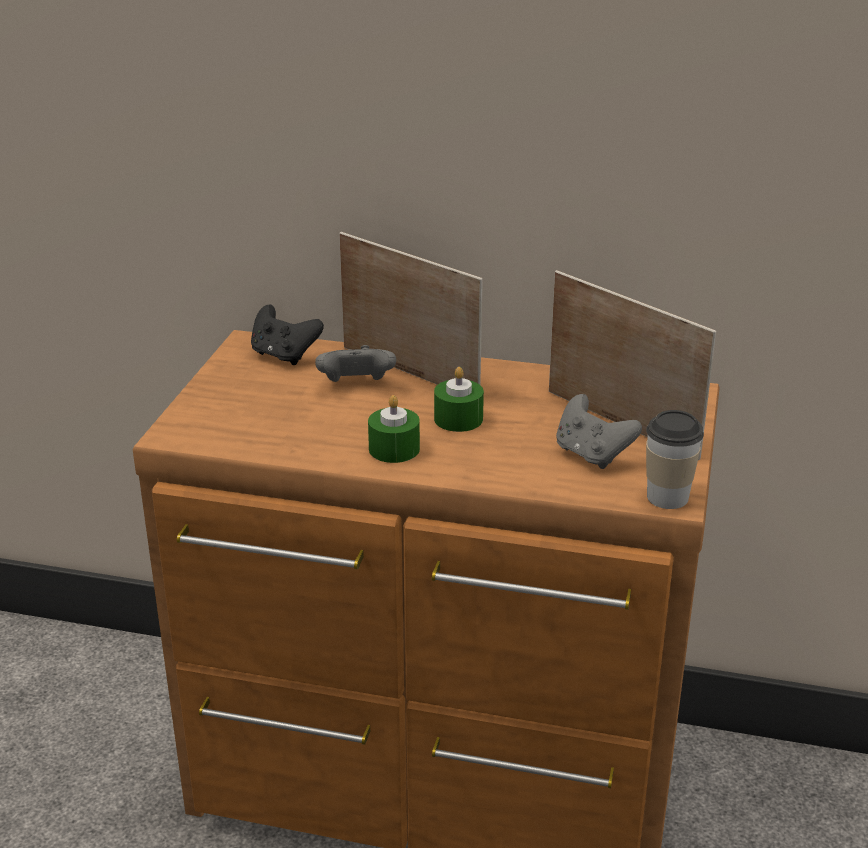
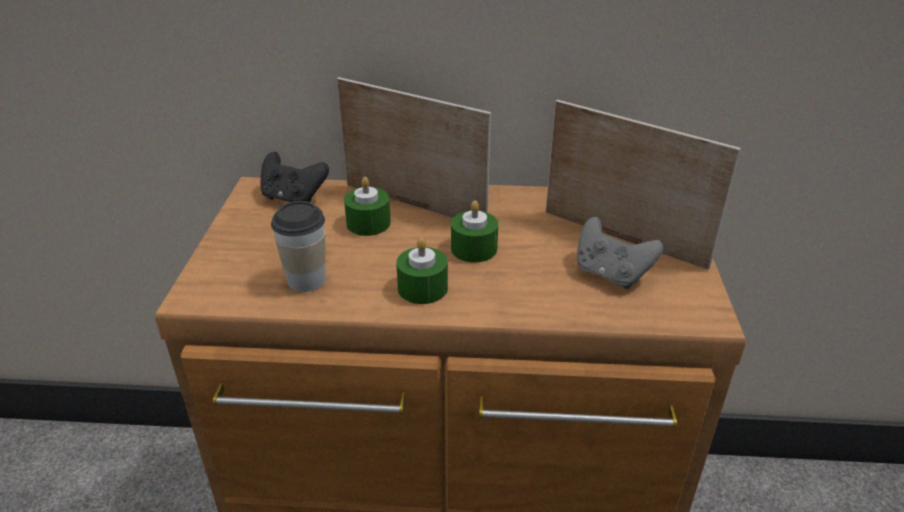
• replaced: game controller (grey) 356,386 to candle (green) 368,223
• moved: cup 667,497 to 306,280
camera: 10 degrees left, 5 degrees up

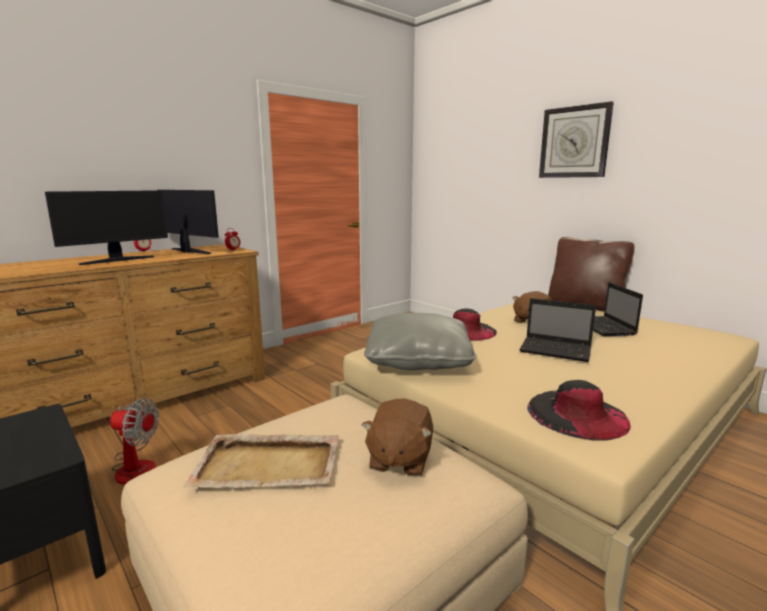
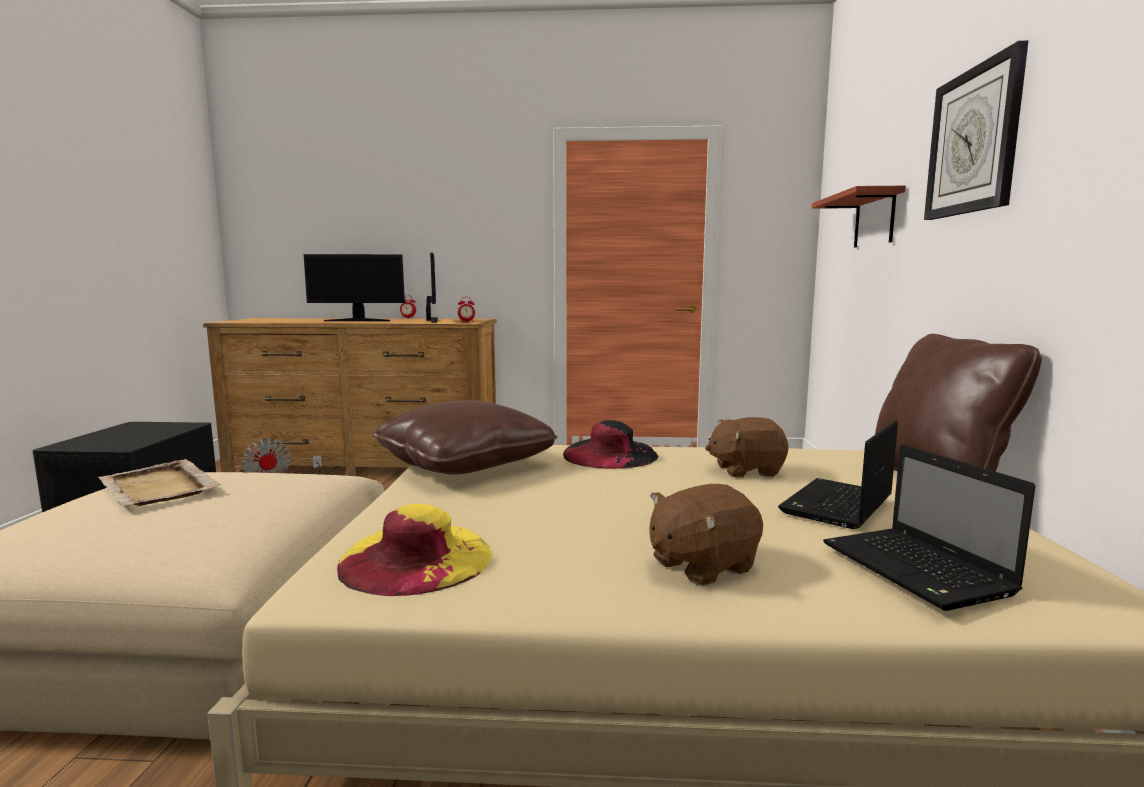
• moved: laptop 557,350 to 918,570
• recoloured: pillow (grey) 418,360 to pillow (brown) 465,464
• recoloured: hat (black) 577,414 to hat (yellow) 416,558
• moved: plush toy (brown) 399,459 to 701,565
• added: shelf 874,220
camera: 45 degrees right, 5 degrees down

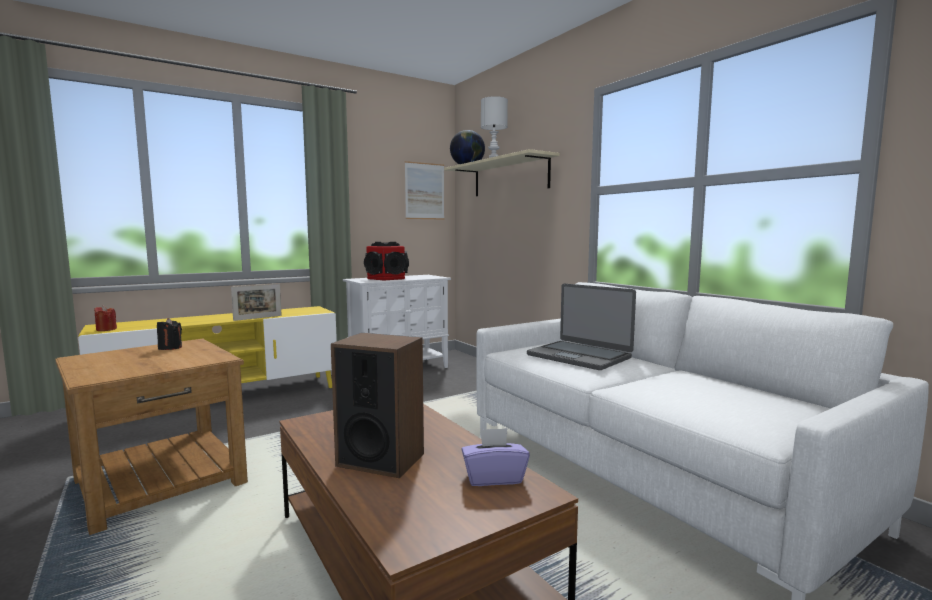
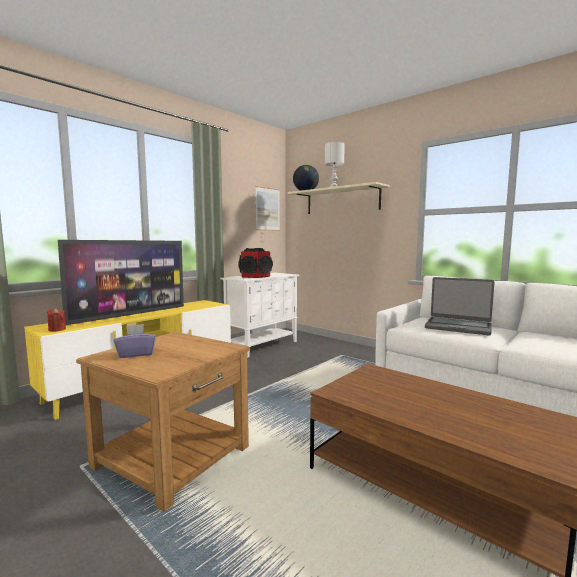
• removed: picture frame 258,318
• removed: candle (black) 170,348
• removed: speaker 380,459
• moved: tissue box (purple) 494,477 to 136,354
• added: television 130,314
camera: 15 degrees left, 0 degrees up

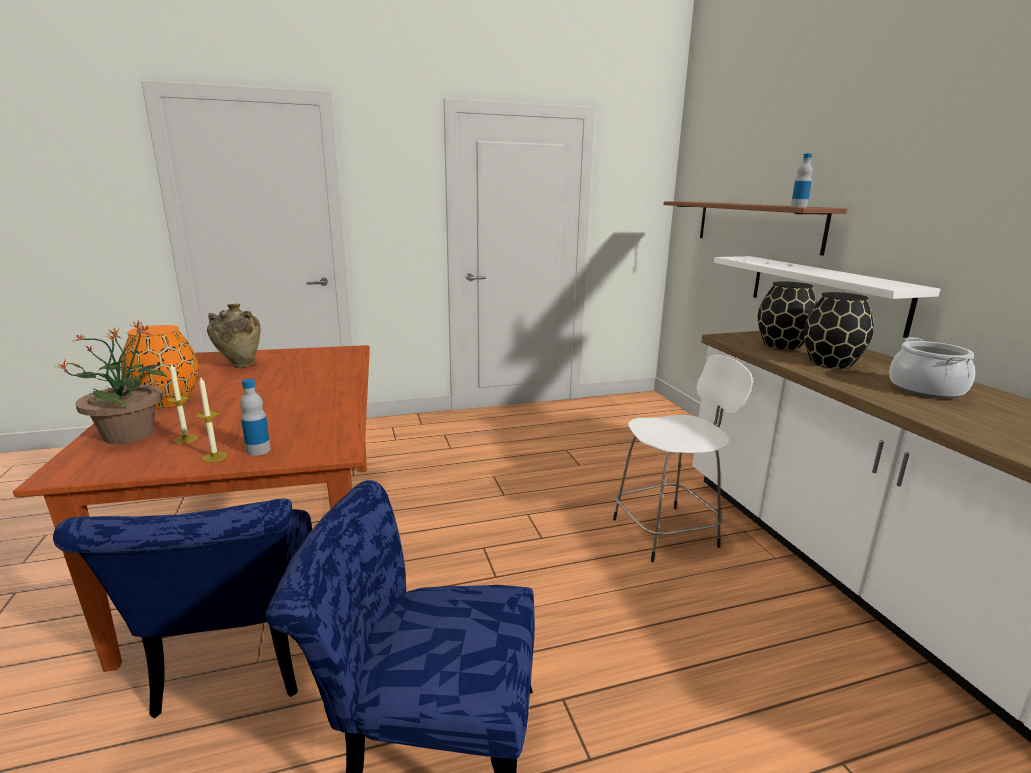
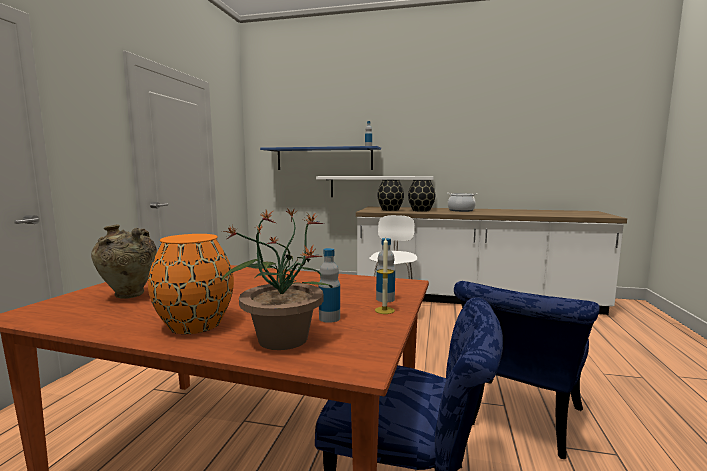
• recoloured: shelf (brown) 756,225 to shelf (blue) 324,159
• replaced: candle 186,439 to bottle 329,318
camera: 60 degrees left, 10 degrees down

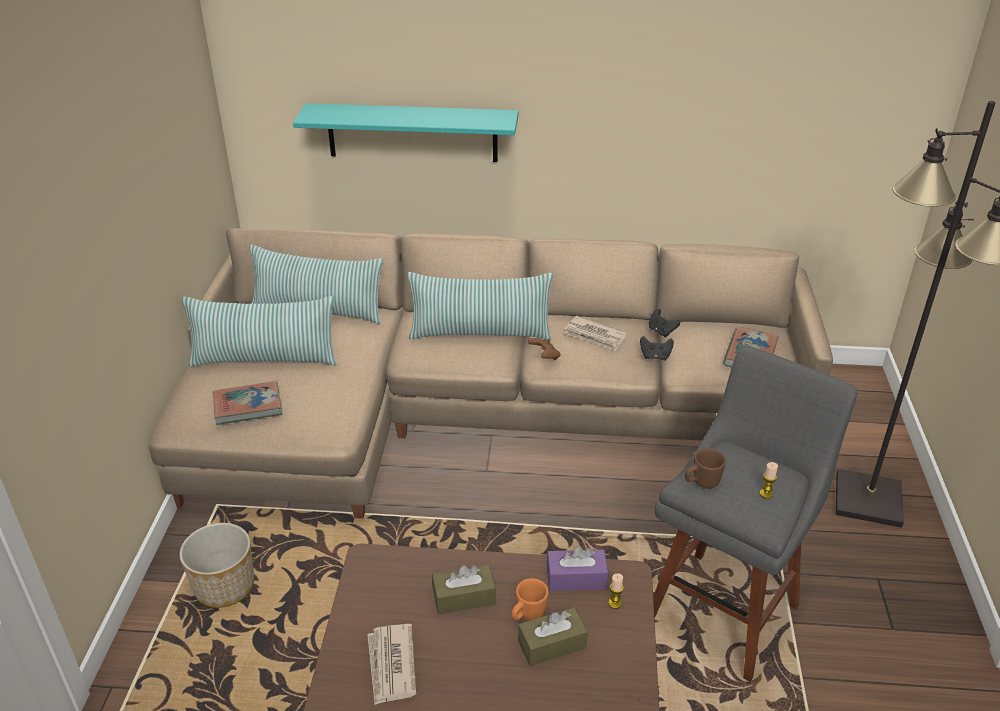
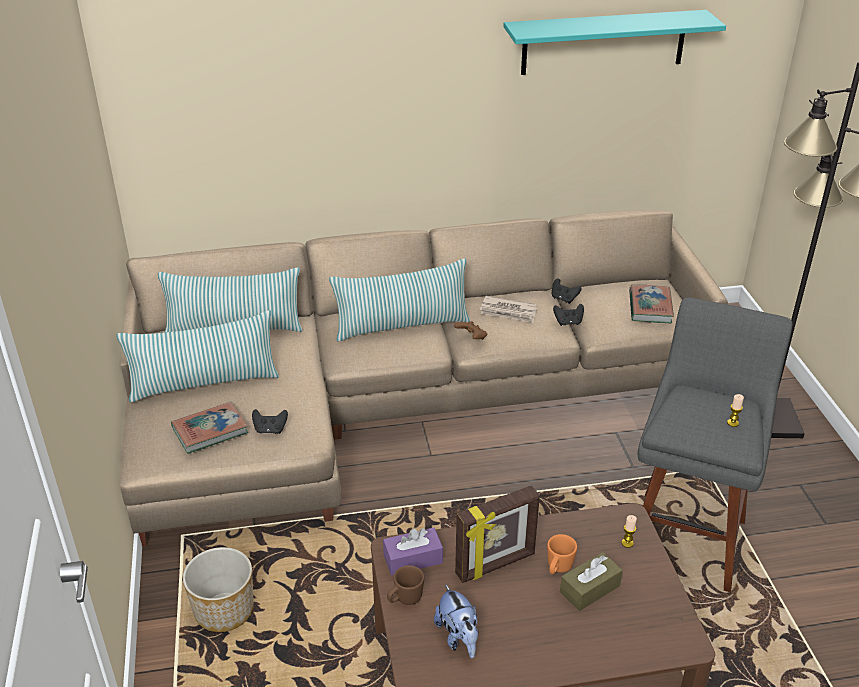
• moved: shelf (turquoise) 412,132 to 603,42
• moved: mug (brown) 701,483 to 404,599
• moved: tissue box (purple) 576,578 to 413,559
• replaced: tissue box (brown) 464,597 to picture frame 496,565
• replaced: newspaper 391,666 to plush toy 458,637
• added: game controller (black) 270,430
camera: 15 degrees left, 0 degrees up

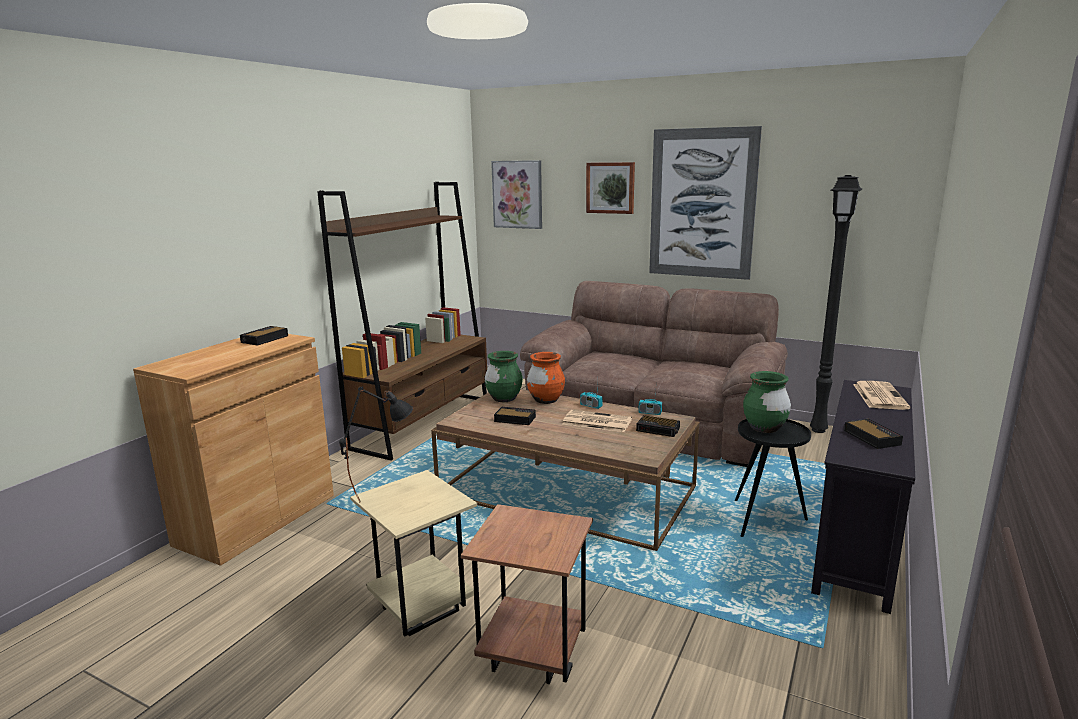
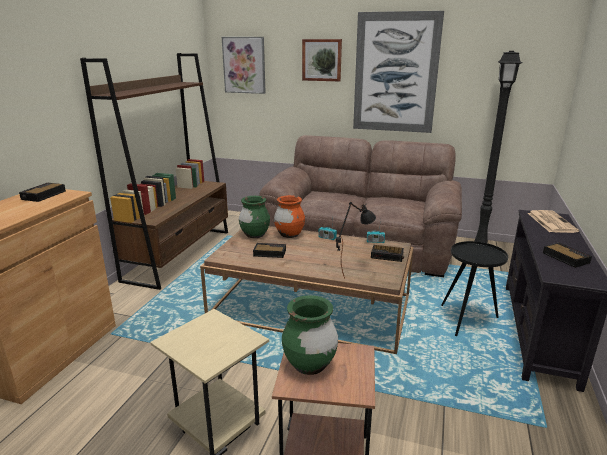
• moved: vase (green) 764,429 to 309,365
• moved: table lamp (black) 383,492 to 352,271
• removed: newspaper 596,422
camera: 10 degrees left, 5 degrees up

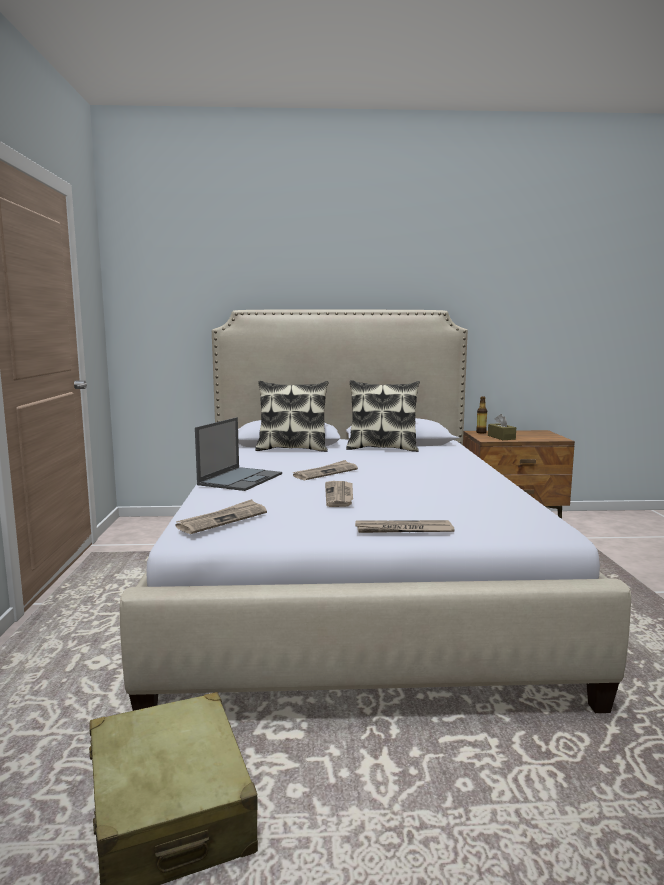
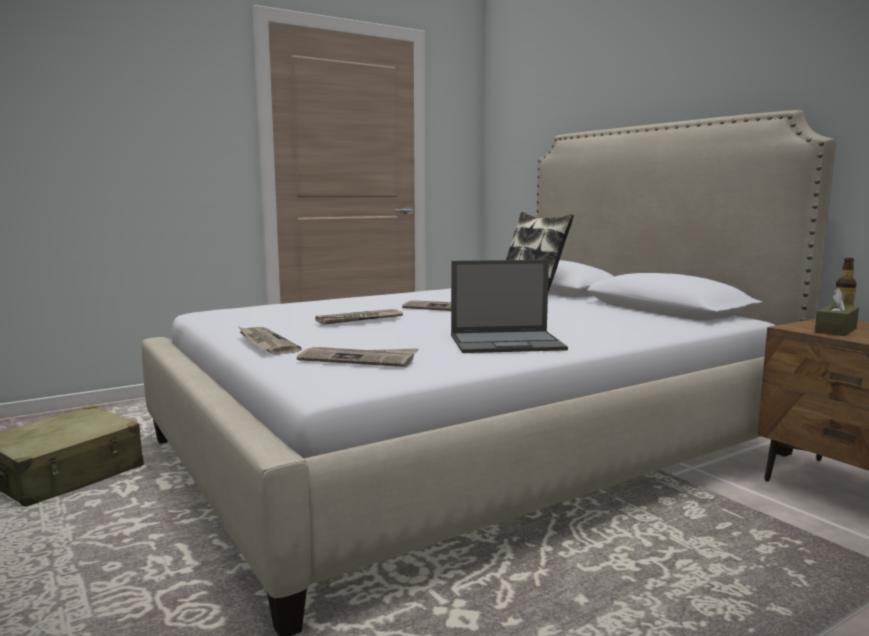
• removed: pillow 382,448
• moved: laptop 241,479 to 508,342
• moved: newspaper 222,520 to 359,359
camera: 60 degrees right, 0 degrees up

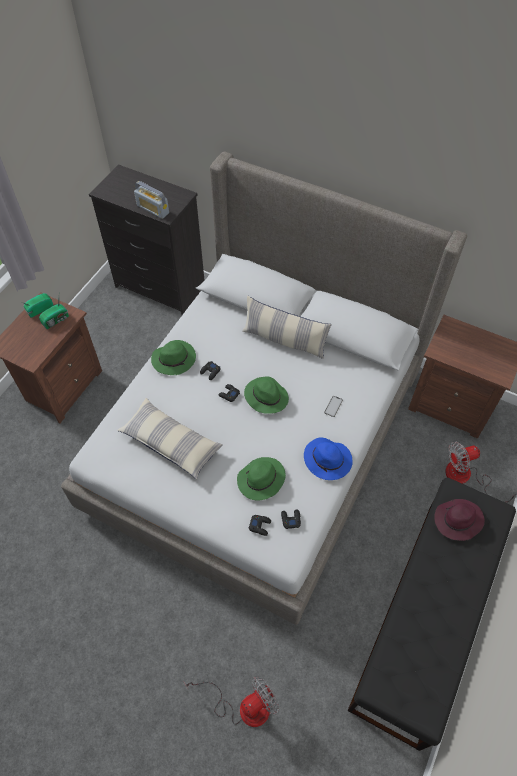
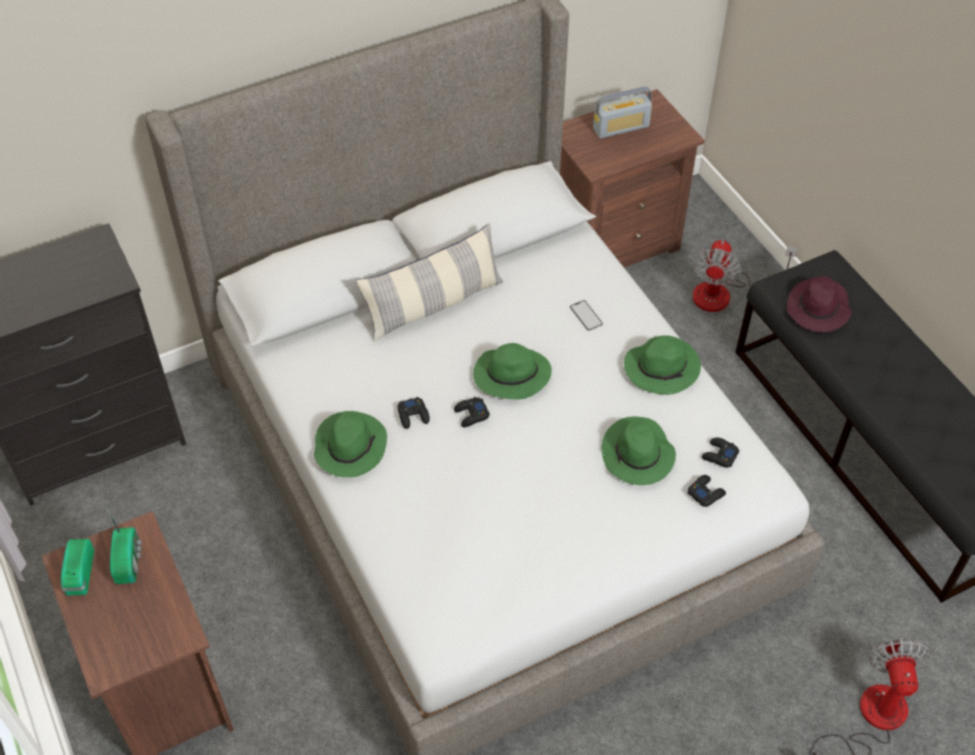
• moved: radio 153,209 to 621,127
• removed: pillow 171,443
• recoloured: hat (blue) 328,460 to hat (green) 662,368
camera: 55 degrees left, 5 degrees down

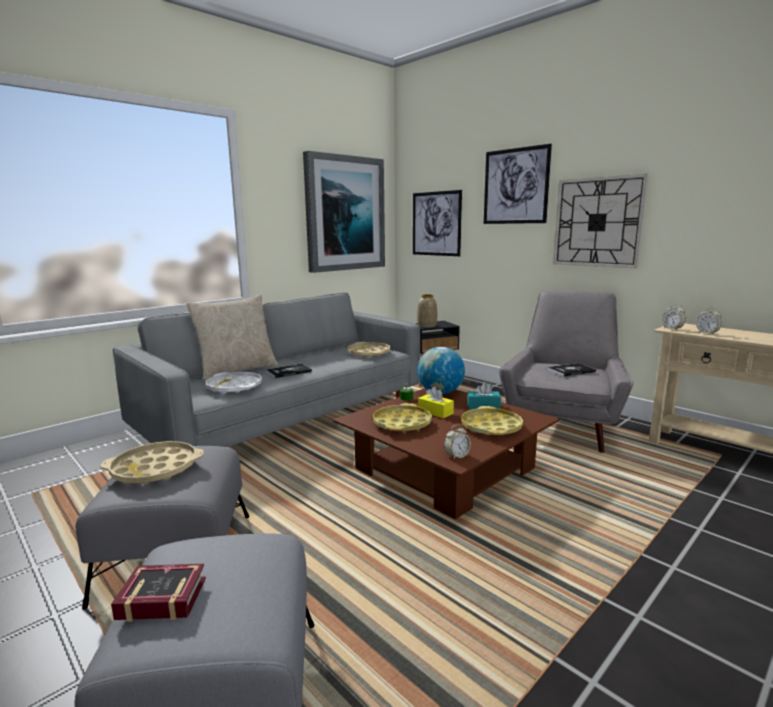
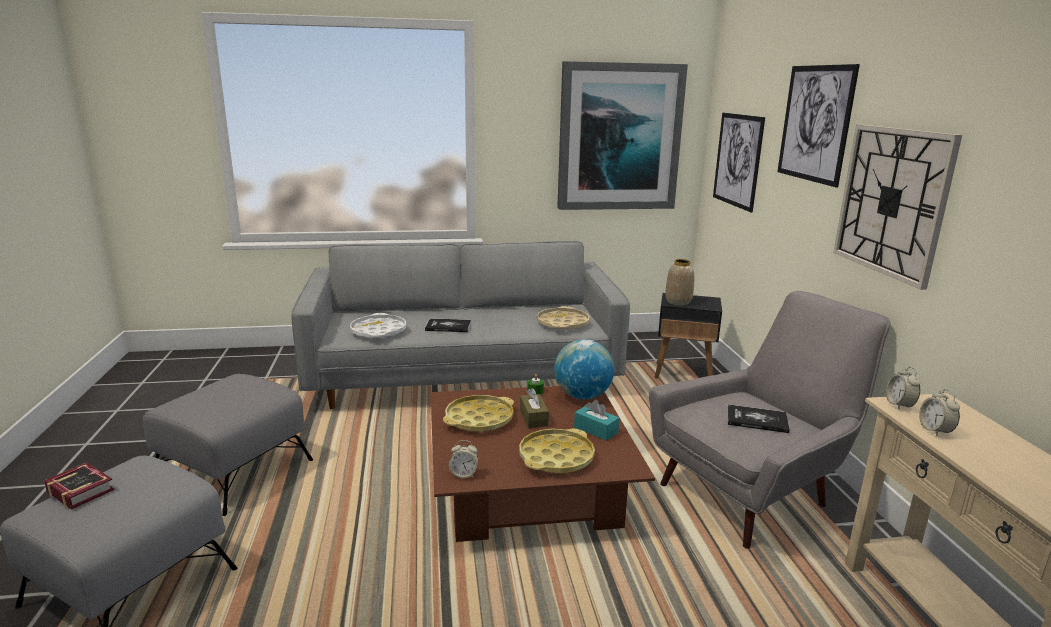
• removed: pillow (beige) 237,370
• recoloured: tissue box (yellow) 435,412 to tissue box (brown) 533,418
• removed: tray (beige) 155,469
camera: 35 degrees right, 5 degrees up

